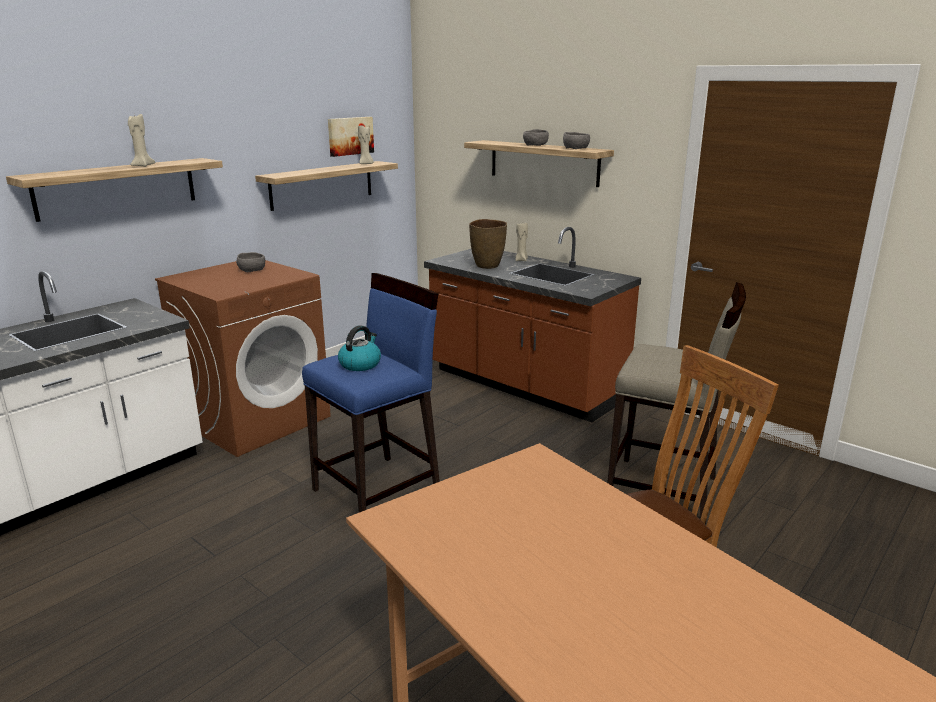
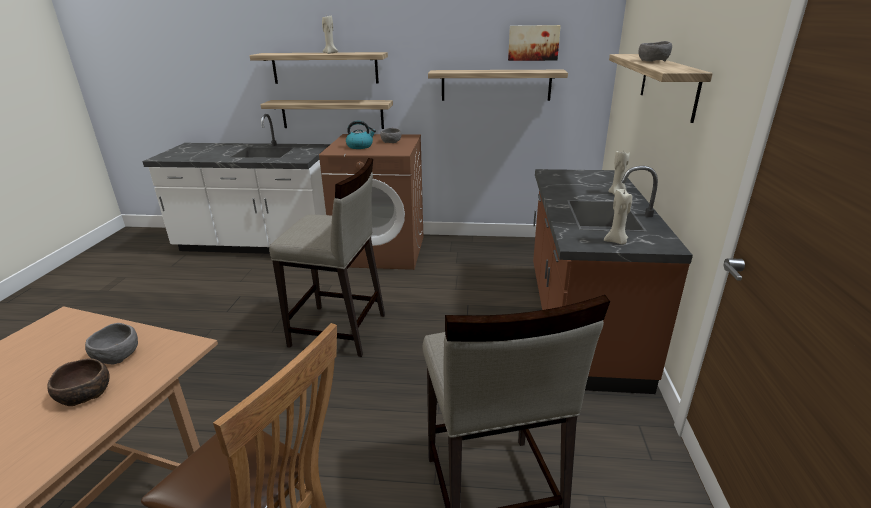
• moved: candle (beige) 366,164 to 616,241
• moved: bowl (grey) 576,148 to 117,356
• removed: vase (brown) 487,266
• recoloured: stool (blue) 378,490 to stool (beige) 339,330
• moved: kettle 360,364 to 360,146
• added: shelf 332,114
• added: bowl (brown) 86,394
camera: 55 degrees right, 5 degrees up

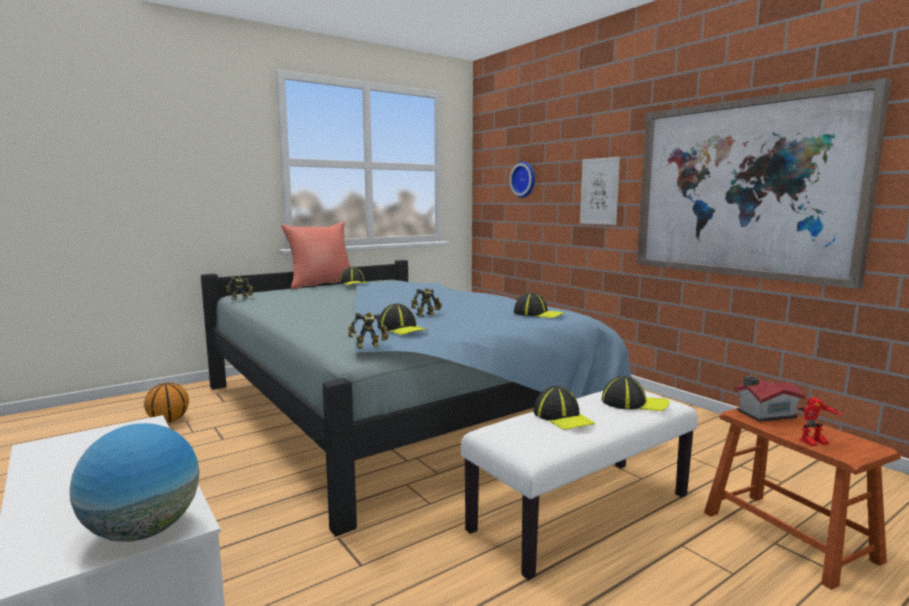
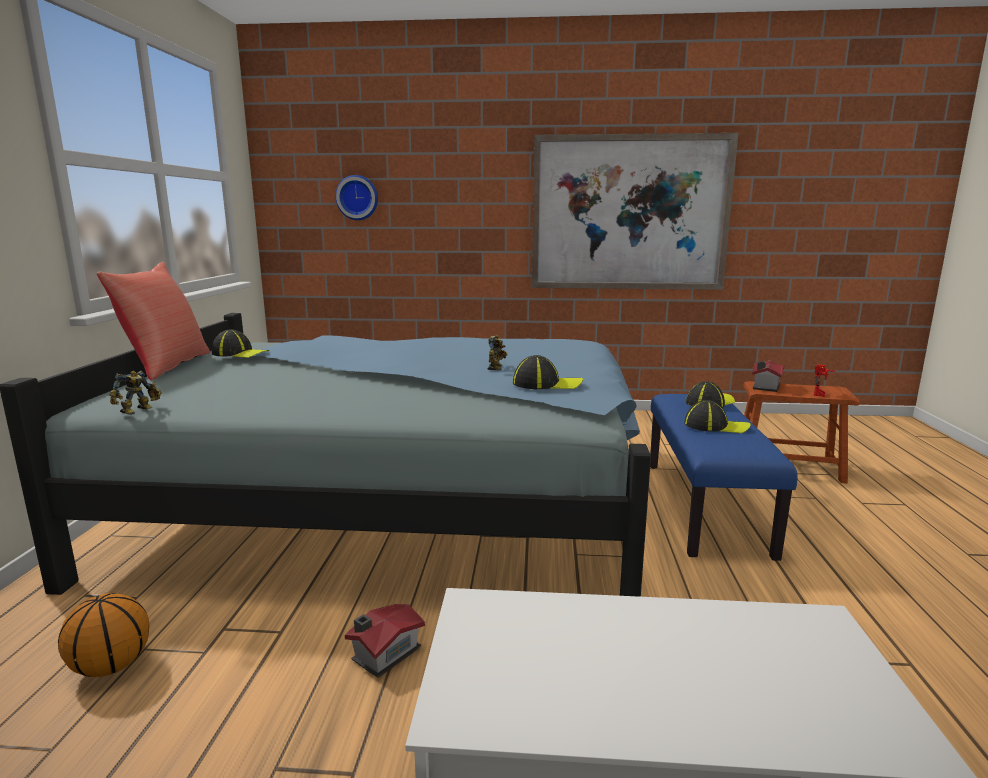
• removed: picture 599,191
• removed: cap 538,314
• removed: toy robot 369,346
• recoloured: bench (white) 581,512 to bench (blue) 703,506
• removed: globe 143,531
• added: toy house 384,654
camera: 50 degrees left, 5 degrees up

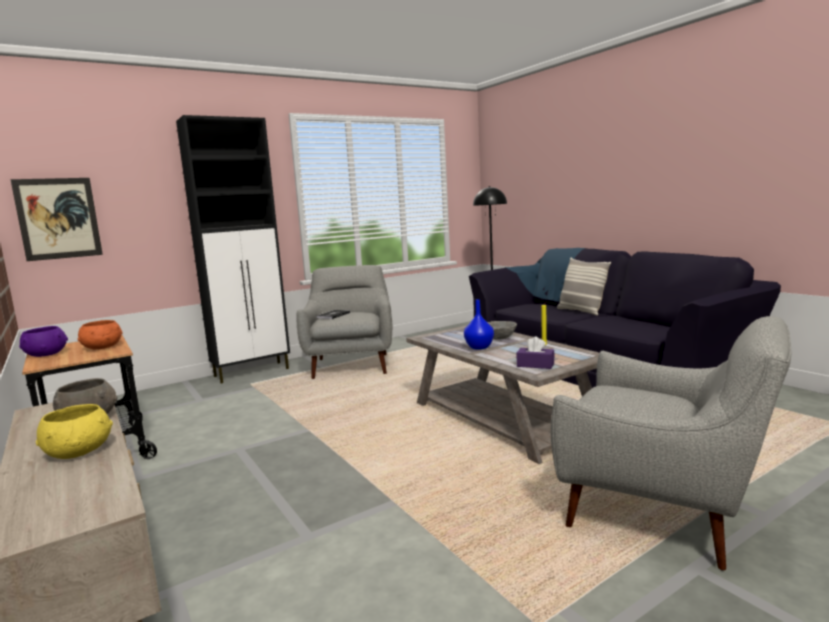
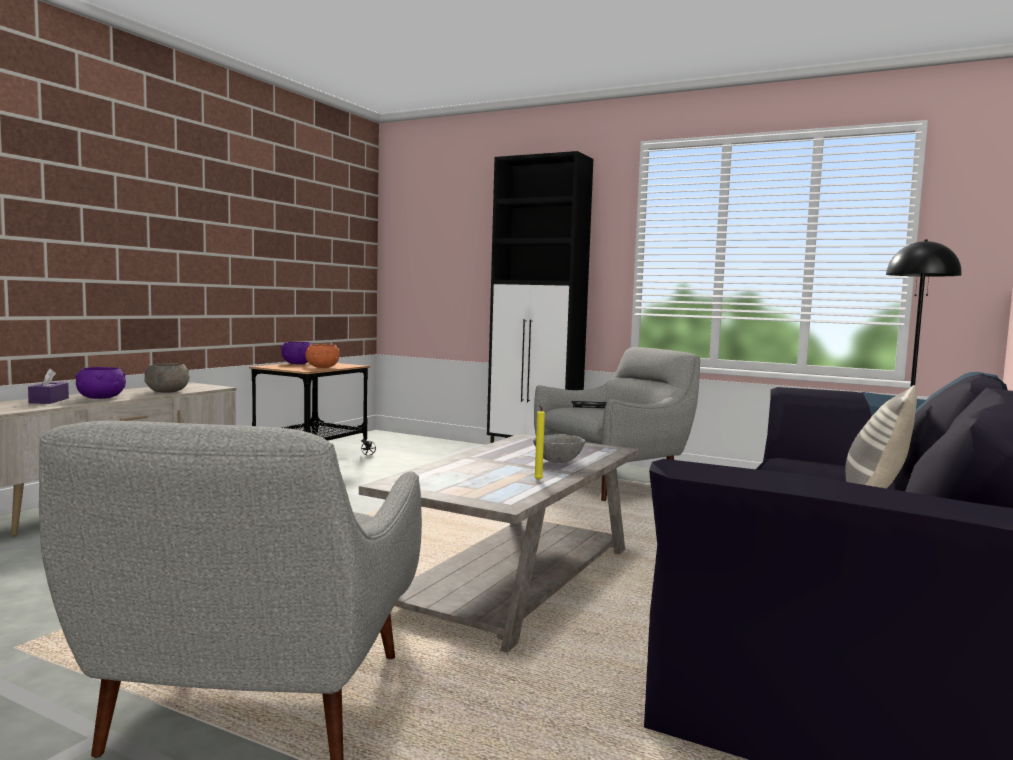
• removed: picture 58,218
• removed: vase (blue) 479,347
• moved: tissue box (purple) 535,365 to 49,400
• recoloured: bowl (yellow) 80,452 to bowl (purple) 101,398
camera: 60 degrees right, 5 degrees down

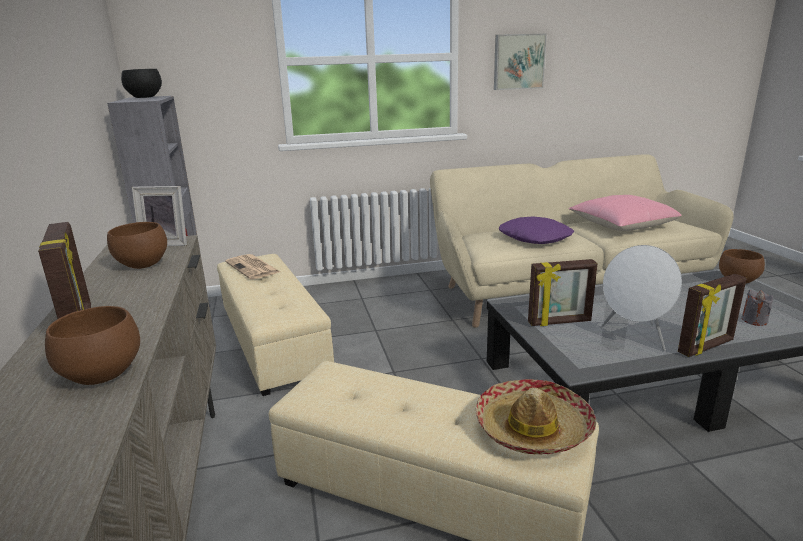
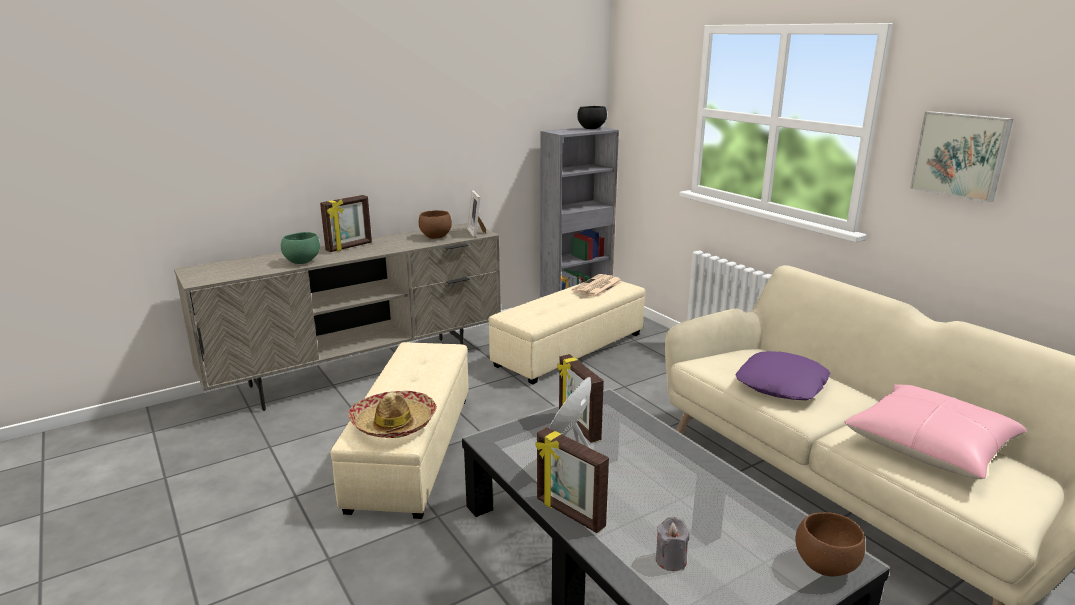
• recoloured: bowl (brown) 100,375 to bowl (green) 301,262
camera: 70 degrees right, 0 degrees up

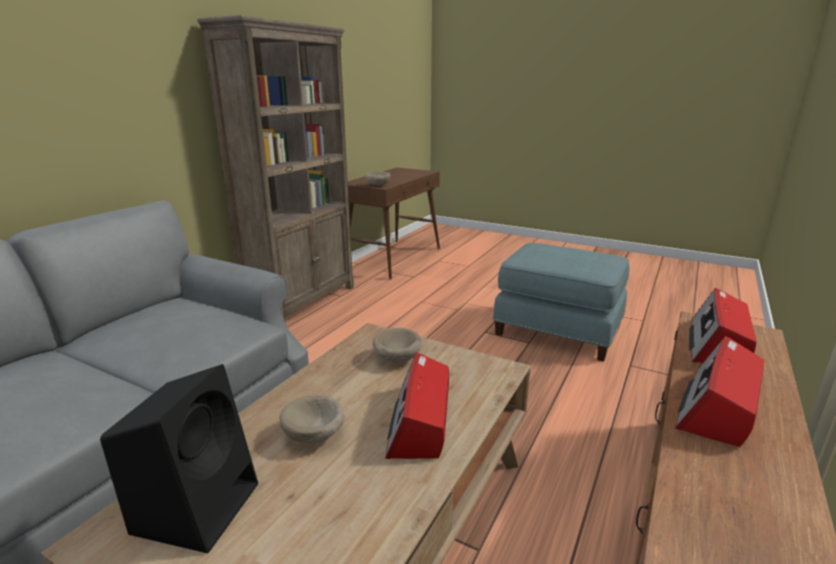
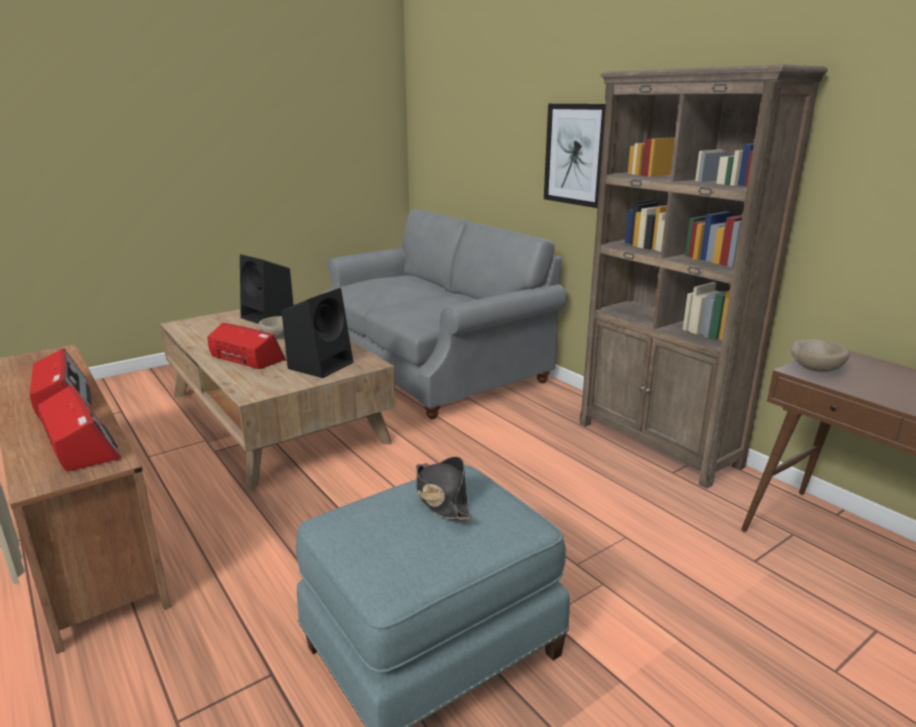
• replaced: bowl (beige) 396,359 to speaker (black) 321,365
• added: picture 576,154
• added: hat (black) 441,497
camera: 115 degrees right, 0 degrees up

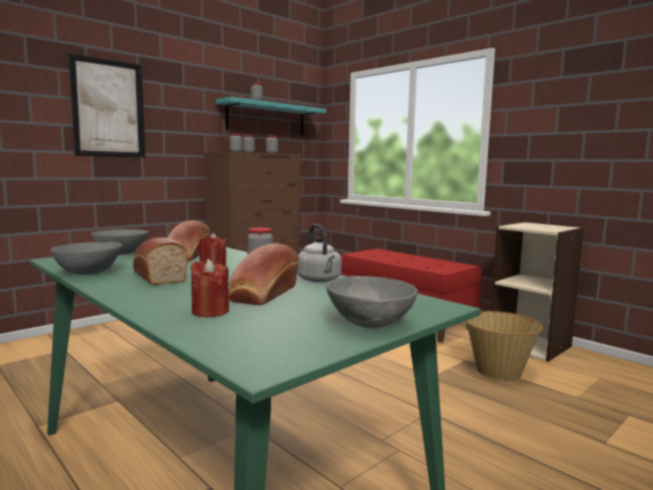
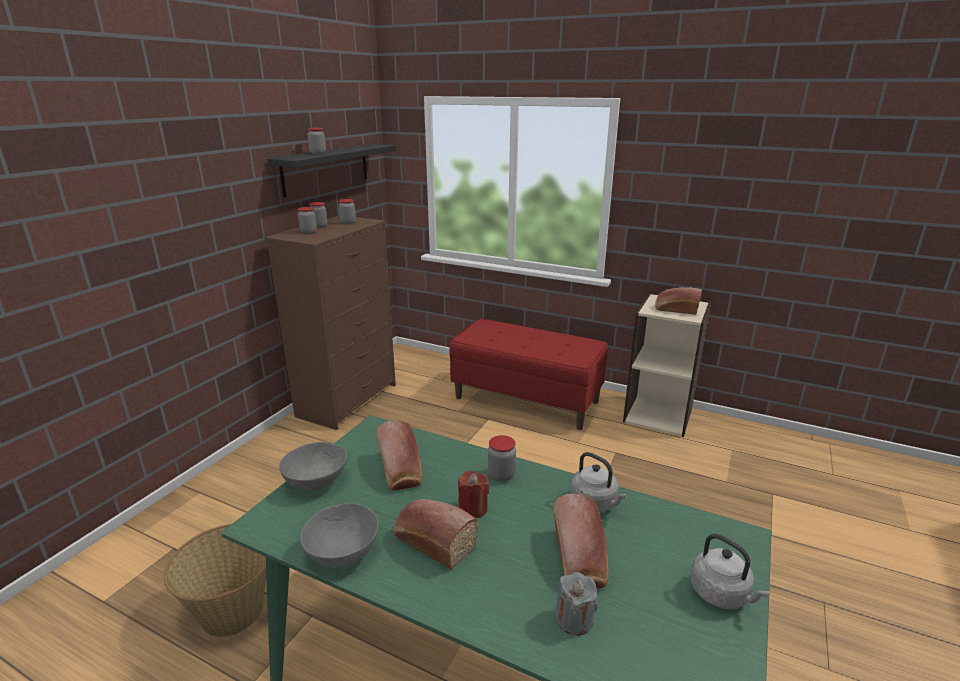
• removed: picture 108,108
• recoloured: shelf (turquoise) 266,119 to shelf (black) 326,169
• recoloured: candle (red) 210,311 to candle (grey) 574,619
• replaced: bowl (grey) 370,322 to kettle (grey) 721,594
• moved: basket 499,371 to 233,610
• added: bread 675,309
camera: 20 degrees left, 15 degrees up

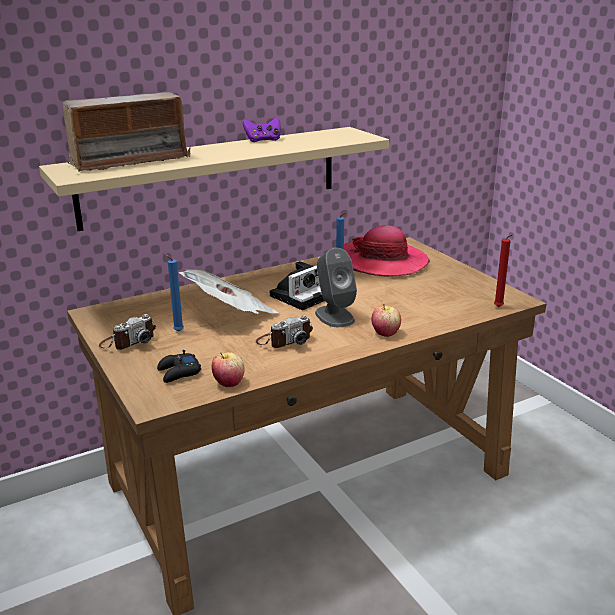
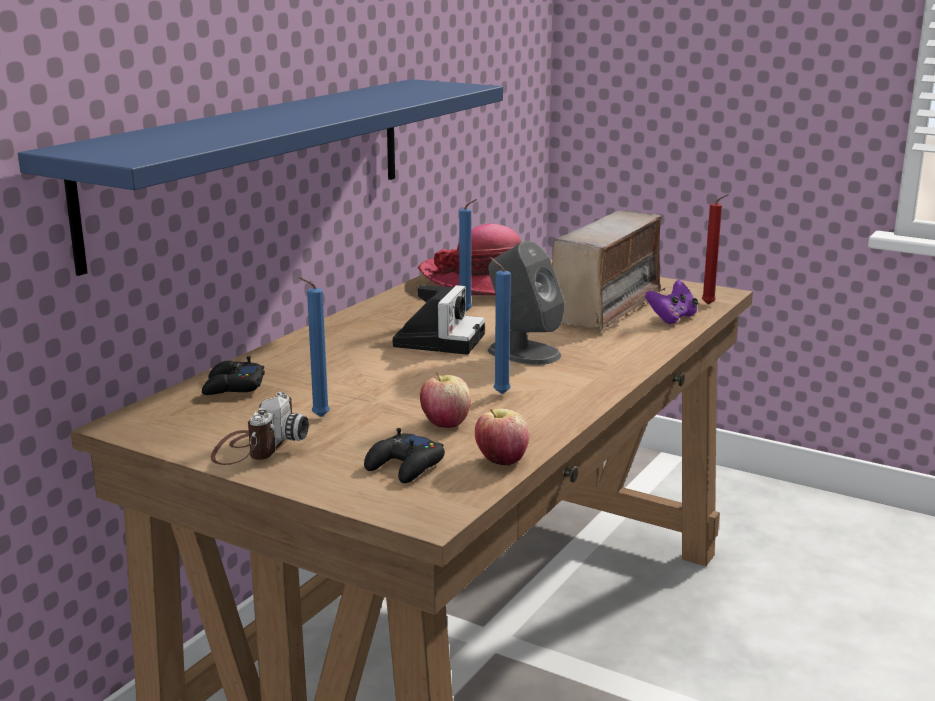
• moved: radio 130,161 to 606,307
• moved: game controller (purple) 263,140 to 672,318
• recoloured: shelf (beige) 212,176 to shelf (blue) 257,164
• removed: newspaper 231,315
• moved: apple 385,333 to 445,423
• replaced: photo camera 284,340 to candle (blue) 499,393
• added: game controller (black) 233,387
camera: 30 degrees left, 5 degrees down

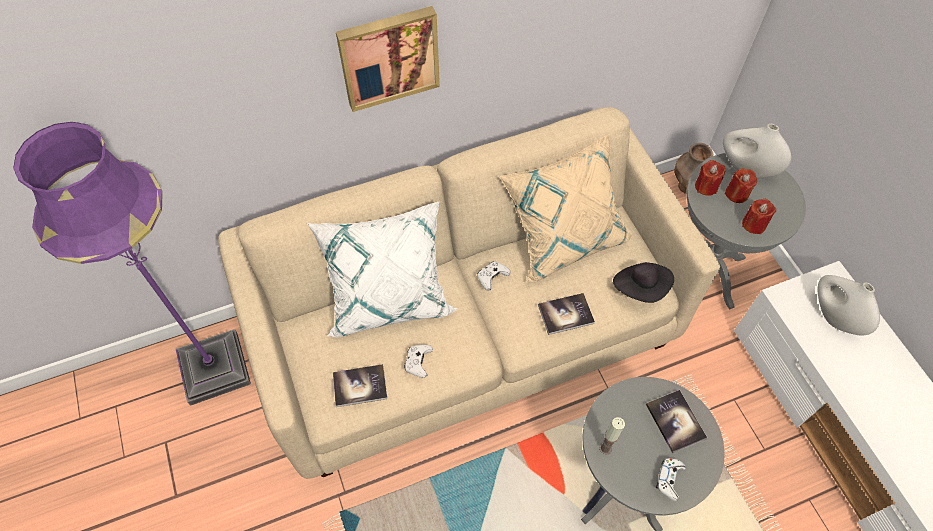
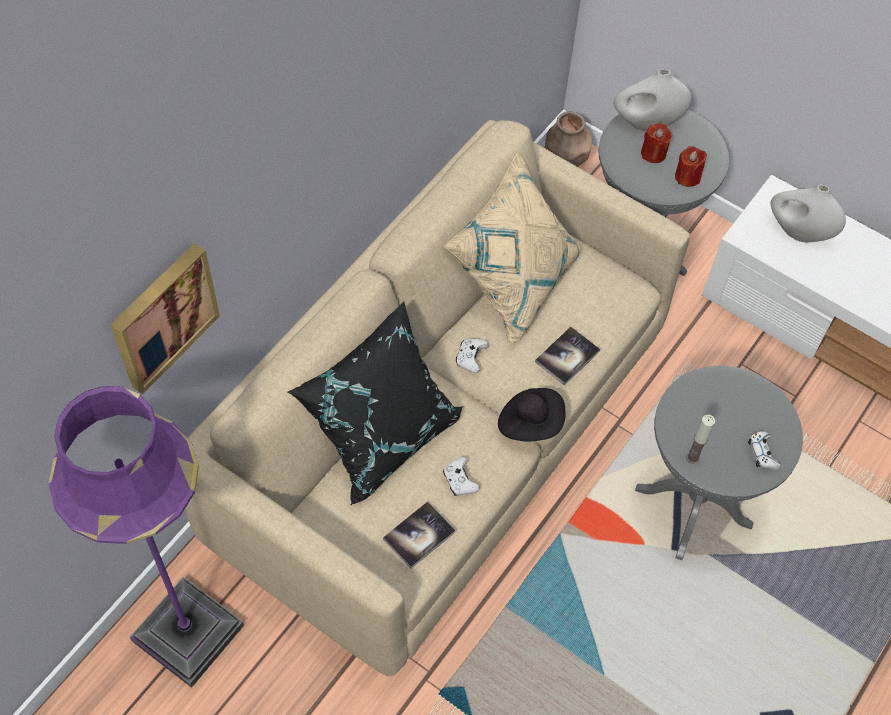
• moved: picture 388,57 to 162,316
• removed: candle (red) 706,186
• recoloured: pillow (white) 389,297 to pillow (black) 381,433
• moved: hat (black) 641,288 to 530,423
• removed: book 675,421
camera: 35 degrees left, 0 degrees up

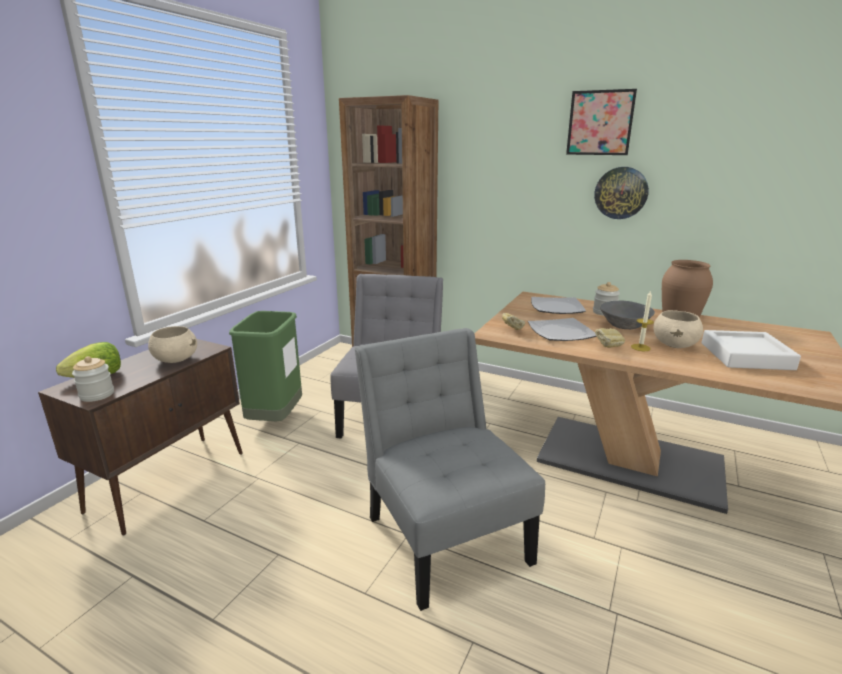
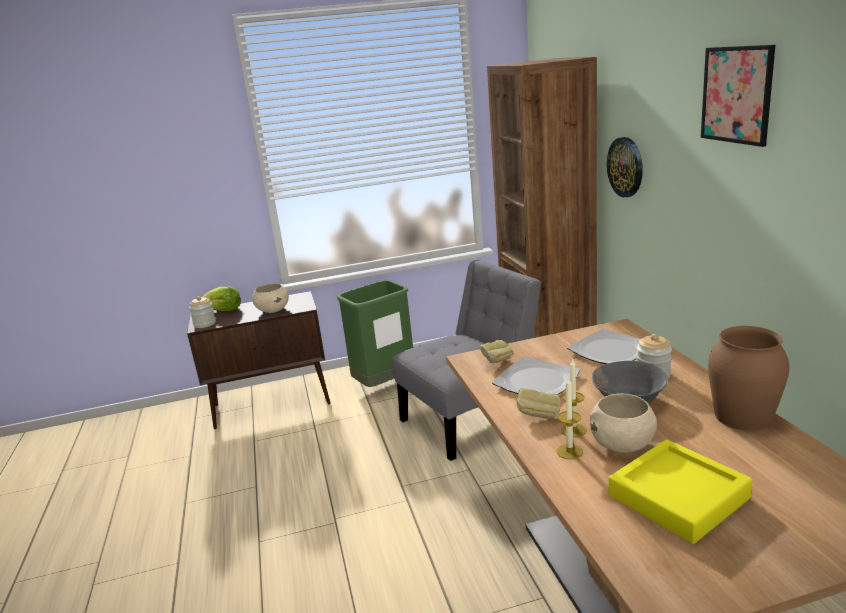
• moved: wall clock 621,193 to 626,167
• removed: chair (grey) 444,532
• recoloured: tray (white) 746,356 to tray (yellow) 678,497
• added: candle 569,451
camera: 50 degrees right, 0 degrees up

